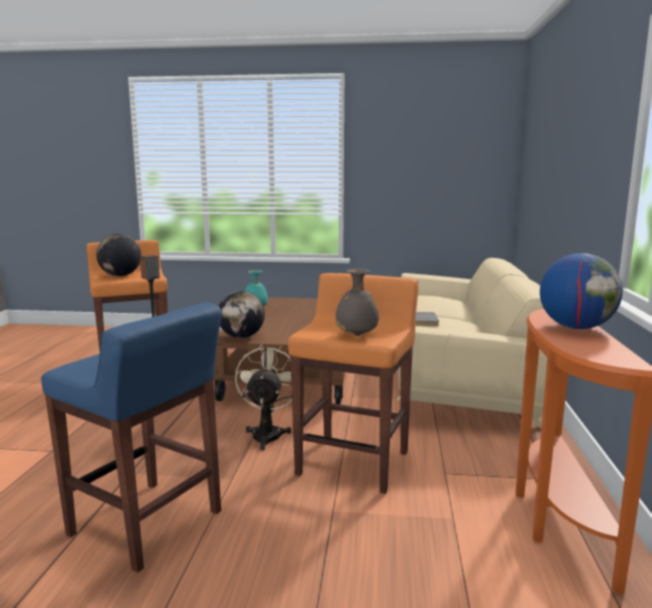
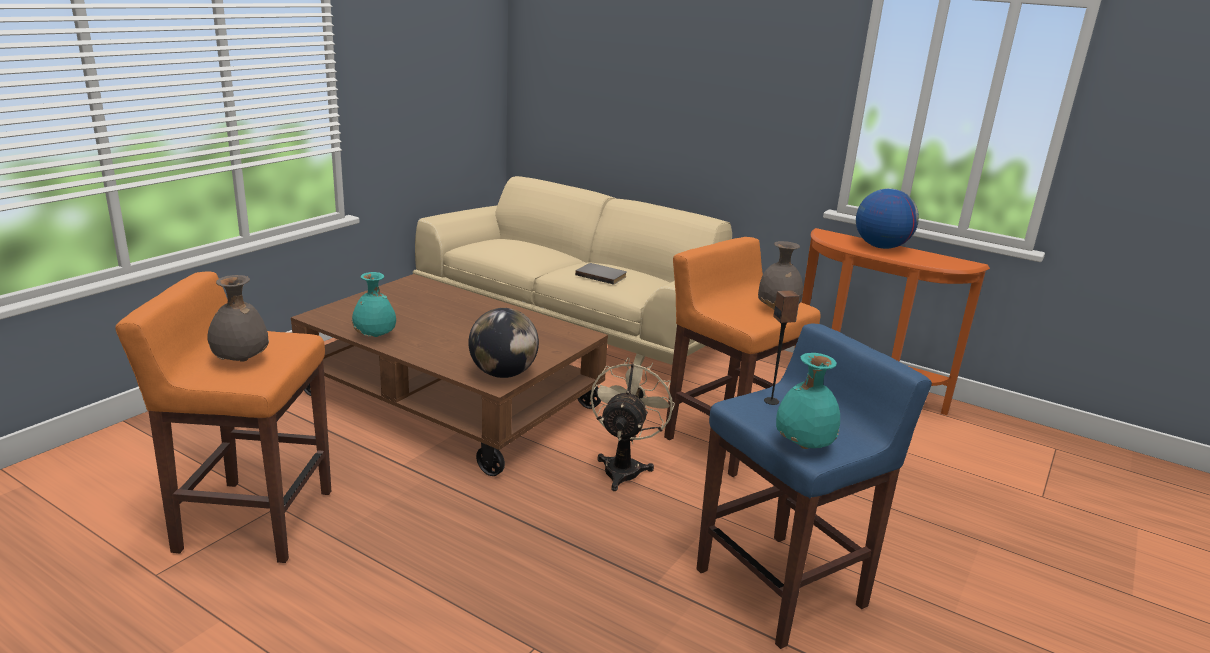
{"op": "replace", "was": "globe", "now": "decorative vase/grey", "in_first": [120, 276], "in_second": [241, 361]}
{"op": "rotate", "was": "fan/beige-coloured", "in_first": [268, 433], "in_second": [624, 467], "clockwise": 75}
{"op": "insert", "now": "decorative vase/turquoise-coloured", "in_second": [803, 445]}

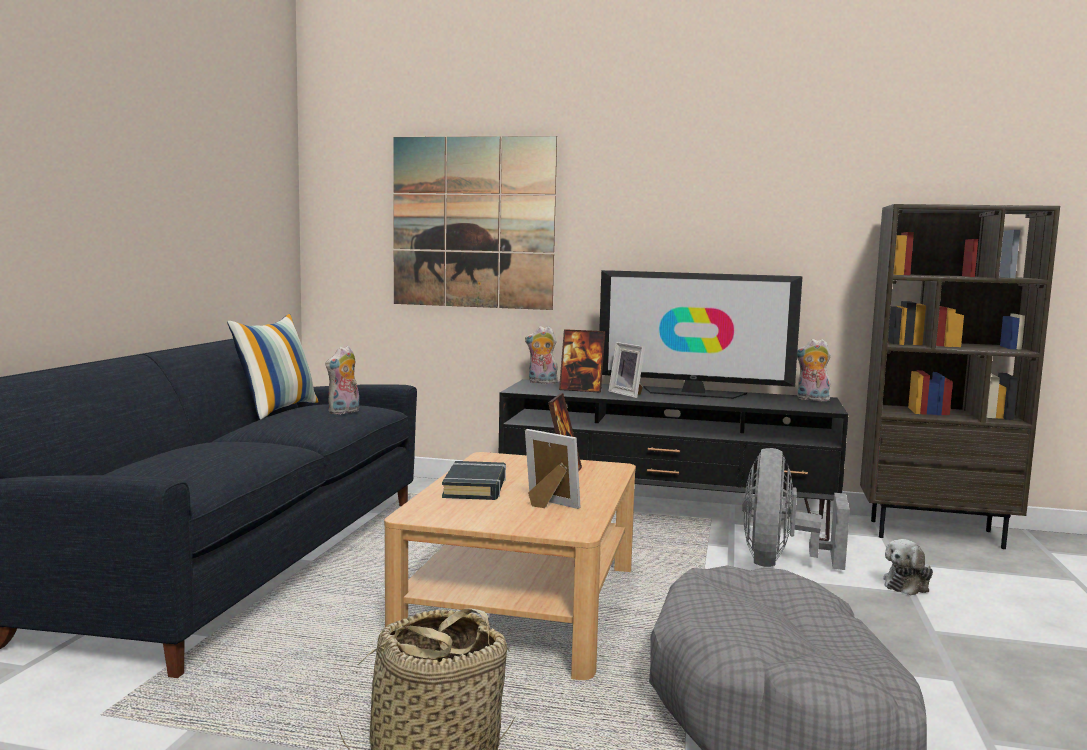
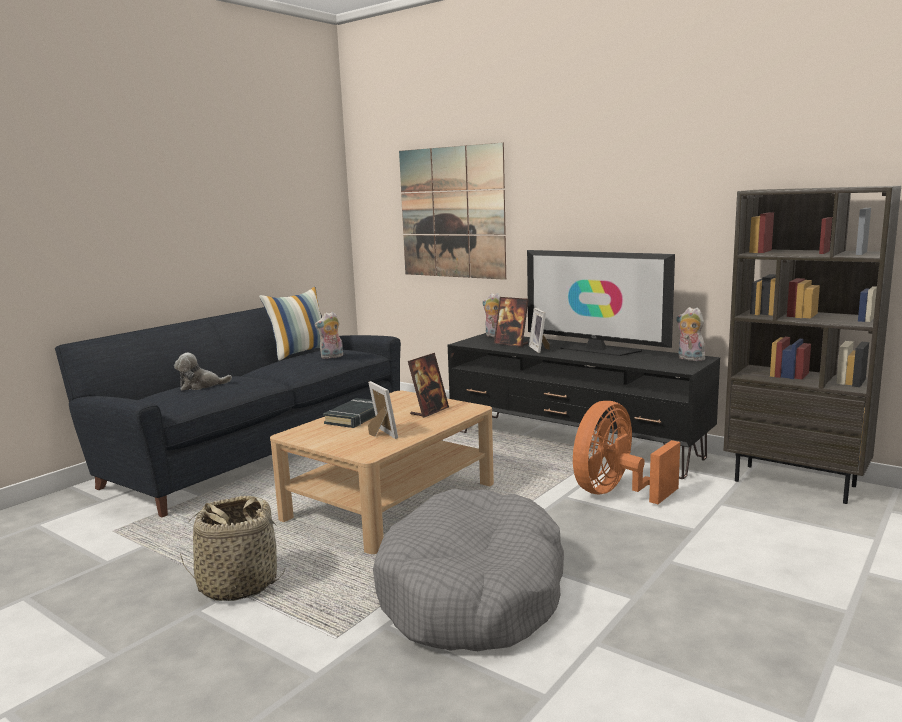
{"op": "recolor", "was": "fan/grey", "now": "fan/orange-coloured", "in_first": [780, 563], "in_second": [615, 493]}
{"op": "move", "was": "plush toy", "in_first": [908, 584], "in_second": [200, 386]}

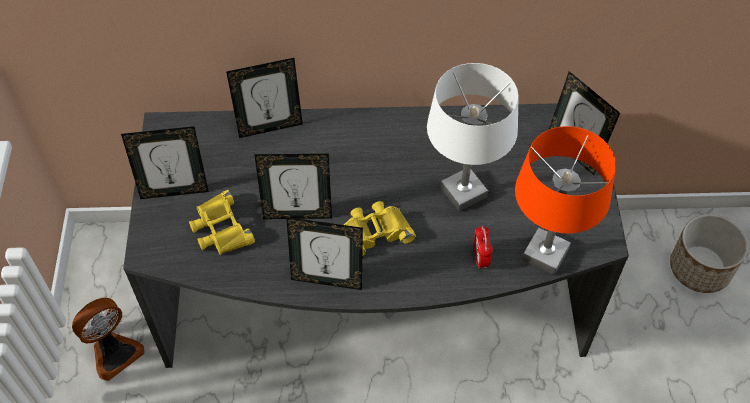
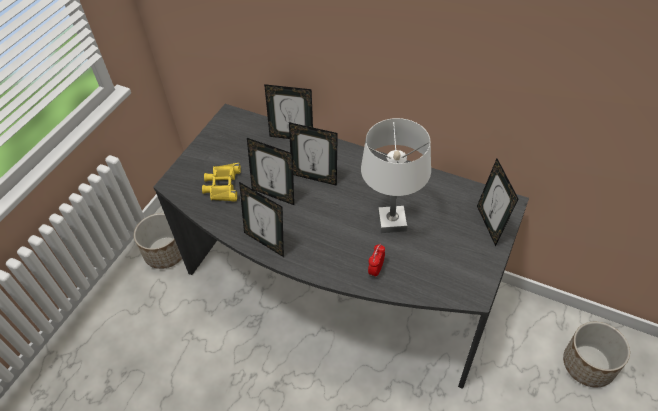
{"op": "move", "was": "picture frame", "in_first": [174, 190], "in_second": [315, 177]}
{"op": "delete", "was": "lamp for a table/orange-coloured", "in_first": [546, 254]}
{"op": "delete", "was": "binoculars/yellow-coloured", "in_first": [375, 232]}
{"op": "replace", "was": "fan", "now": "flower pot", "in_first": [114, 352], "in_second": [166, 252]}

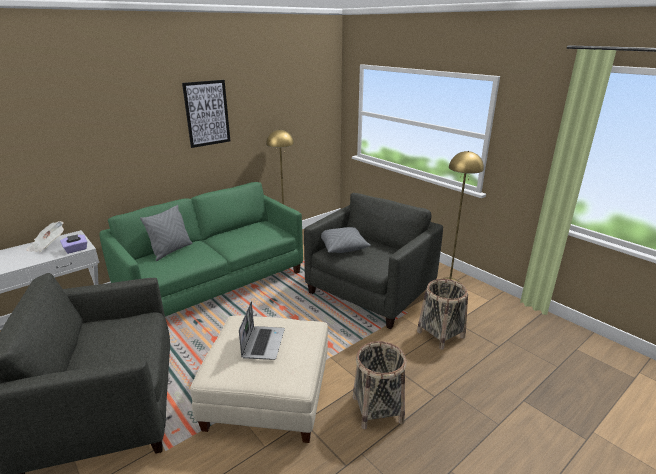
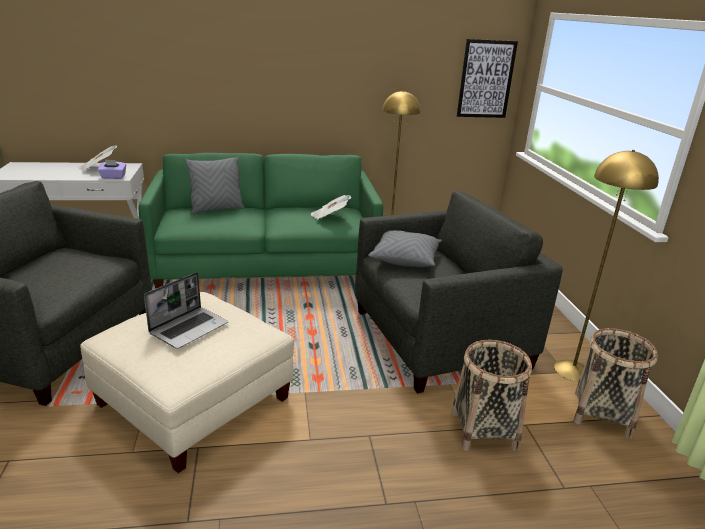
{"op": "move", "was": "wall picture", "in_first": [207, 113], "in_second": [486, 79]}
{"op": "move", "was": "storage basket", "in_first": [377, 409], "in_second": [601, 414]}
{"op": "insert", "now": "printed paper", "in_second": [329, 217]}

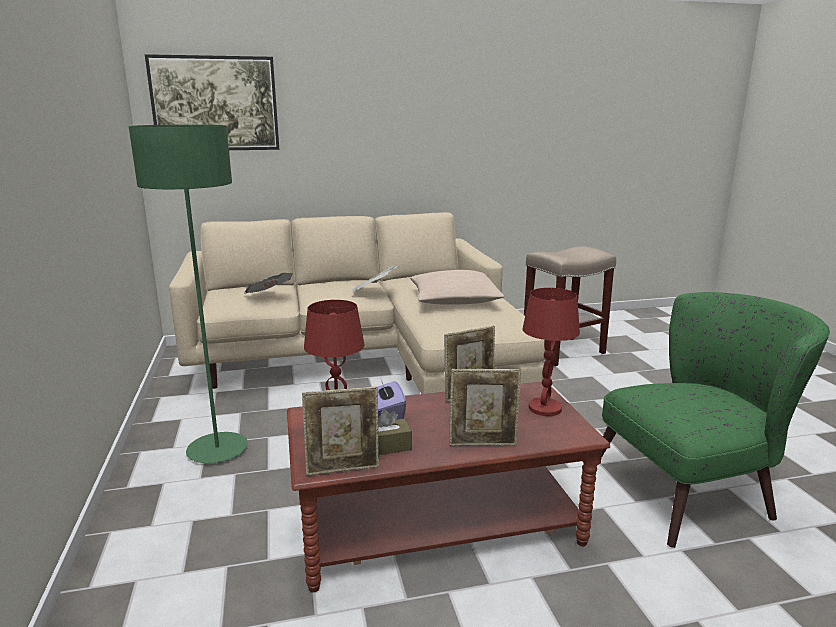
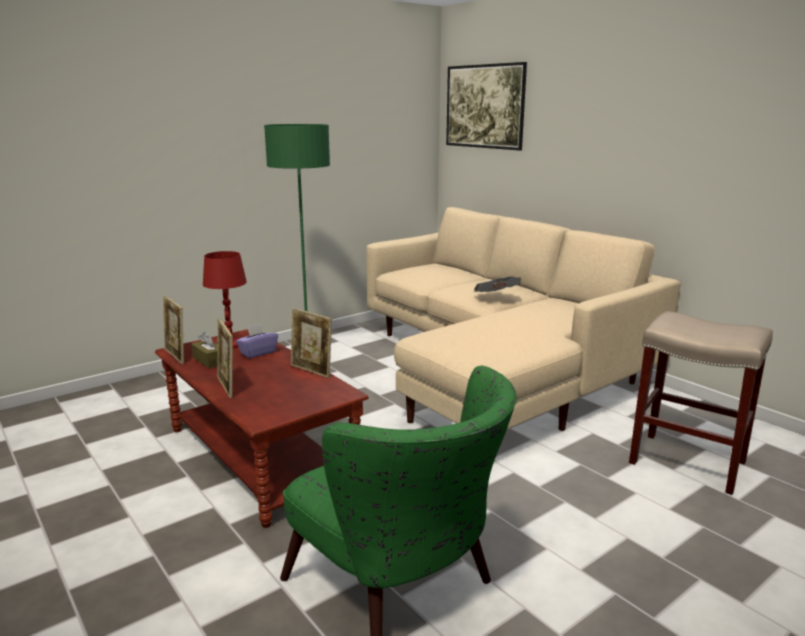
{"op": "delete", "was": "pillow/beige-coloured", "in_first": [454, 300]}
{"op": "delete", "was": "printed paper", "in_first": [269, 296]}
{"op": "delete", "was": "lamp for a table/red-coloured", "in_first": [545, 408]}

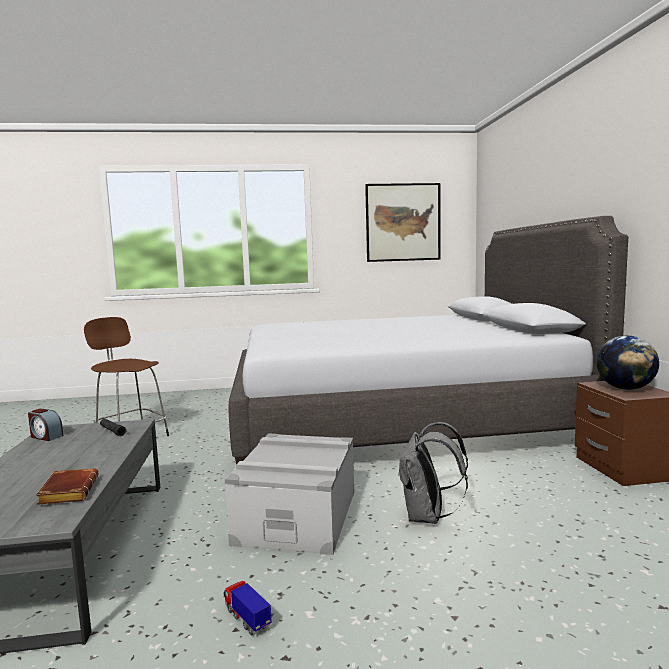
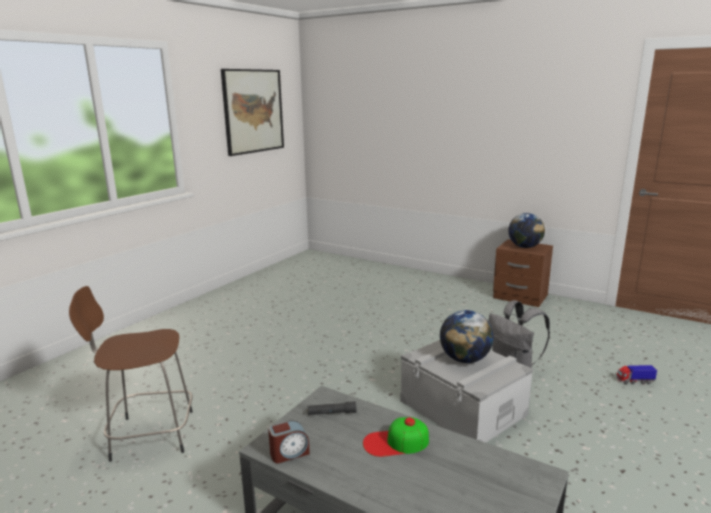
{"op": "delete", "was": "bed/grey", "in_first": [399, 421]}
{"op": "delete", "was": "volume/brownish", "in_first": [67, 491]}
{"op": "move", "was": "toy truck", "in_first": [247, 618], "in_second": [634, 381]}
{"op": "insert", "now": "globe", "in_second": [465, 359]}
{"op": "insert", "now": "baseball cap", "in_second": [395, 442]}

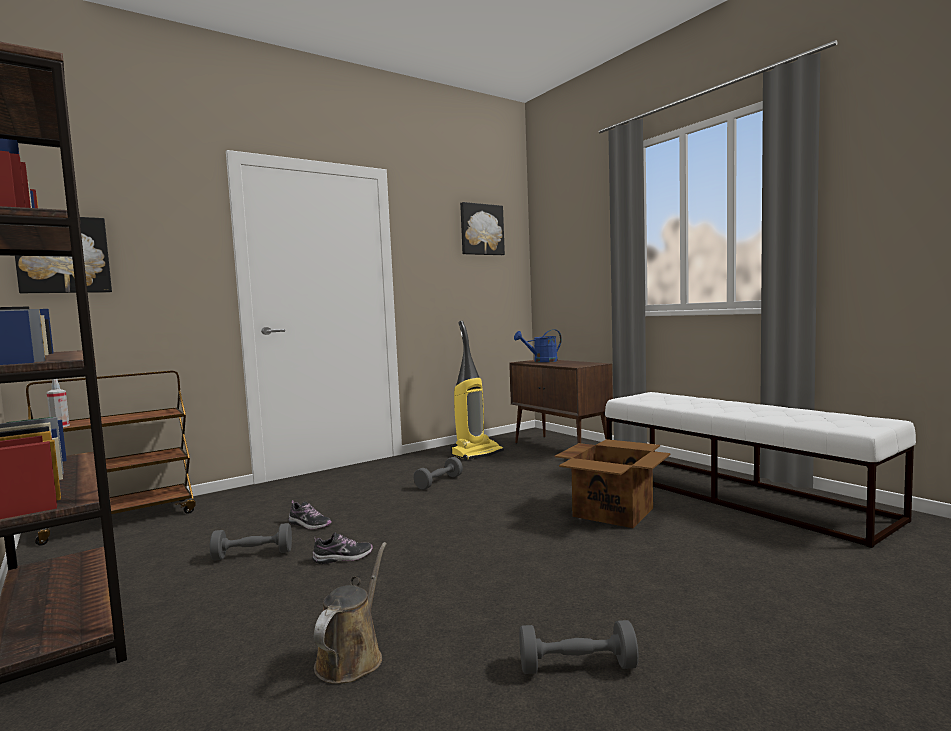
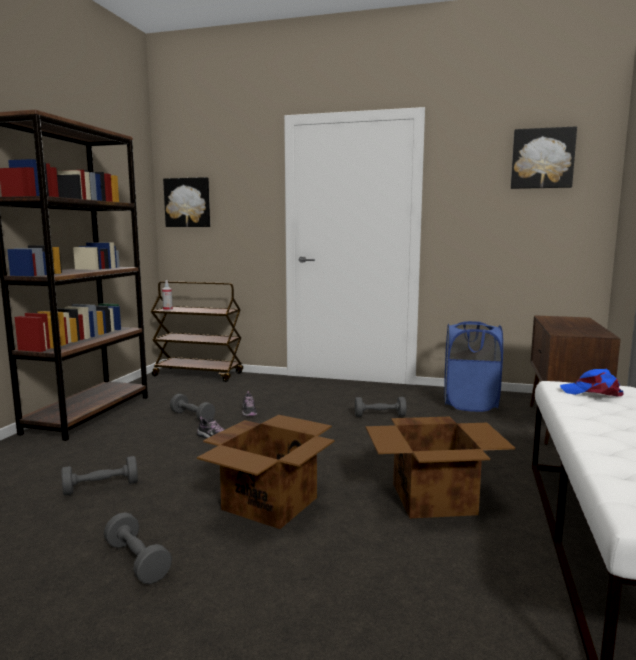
{"op": "replace", "was": "vacuum", "now": "washing basket/blue-coloured", "in_first": [477, 453], "in_second": [470, 404]}
{"op": "delete", "was": "sprinkling can/blue-coloured", "in_first": [541, 361]}
{"op": "replace", "was": "sprinkling can/brownish", "now": "dumbbell/grey", "in_first": [352, 657], "in_second": [101, 487]}
{"op": "insert", "now": "baseball cap/blue-coloured", "in_second": [592, 392]}
{"op": "insert", "now": "cardboard box", "in_second": [271, 503]}

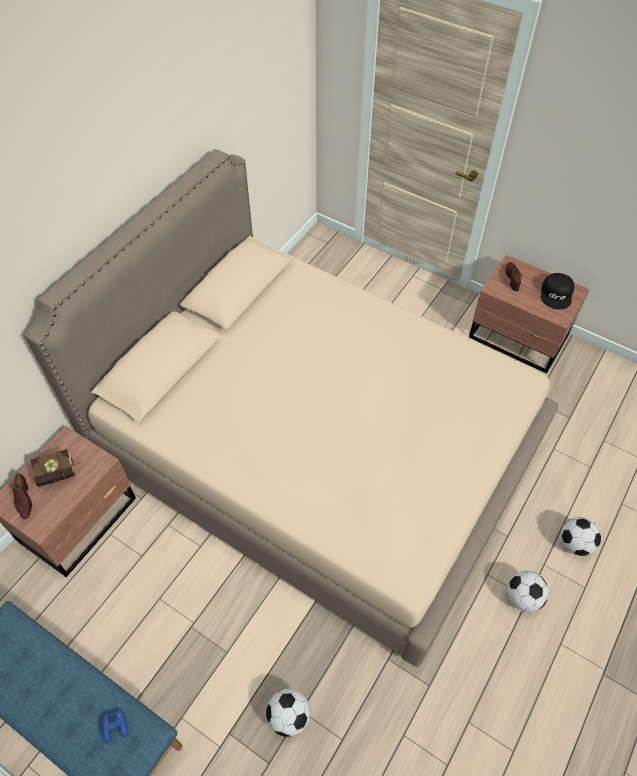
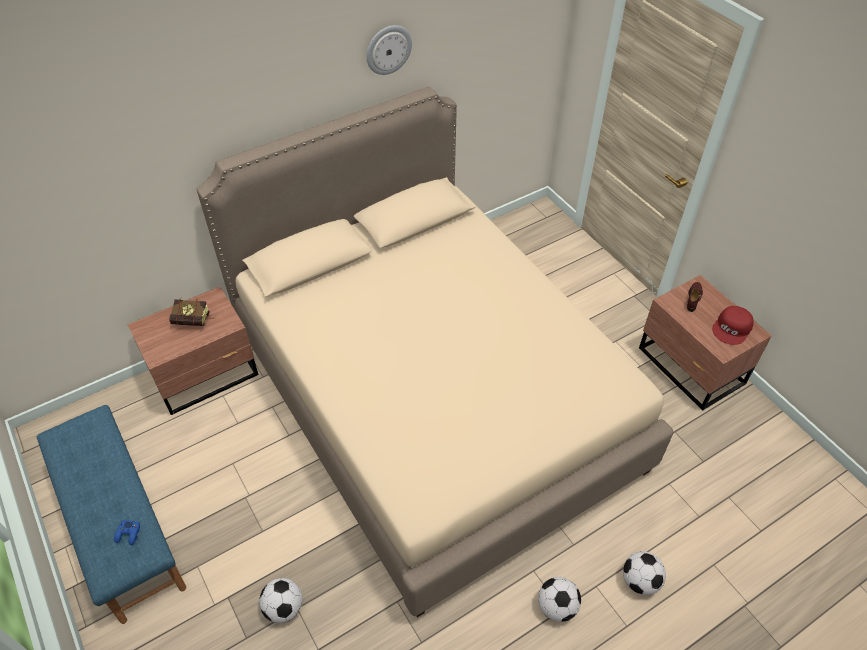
{"op": "recolor", "was": "baseball cap/black", "now": "baseball cap/red-coloured", "in_first": [557, 294], "in_second": [732, 328]}
{"op": "delete", "was": "item of footwear/brownish", "in_first": [23, 499]}
{"op": "insert", "now": "wall clock", "in_second": [388, 49]}

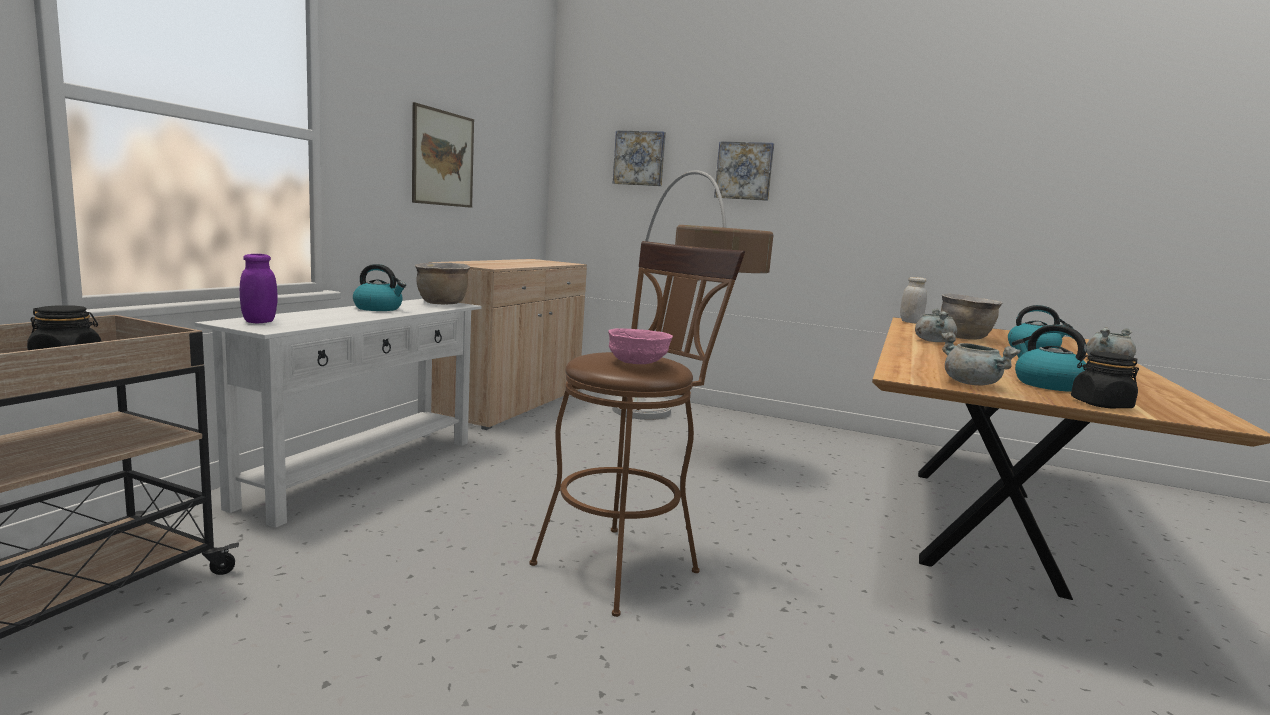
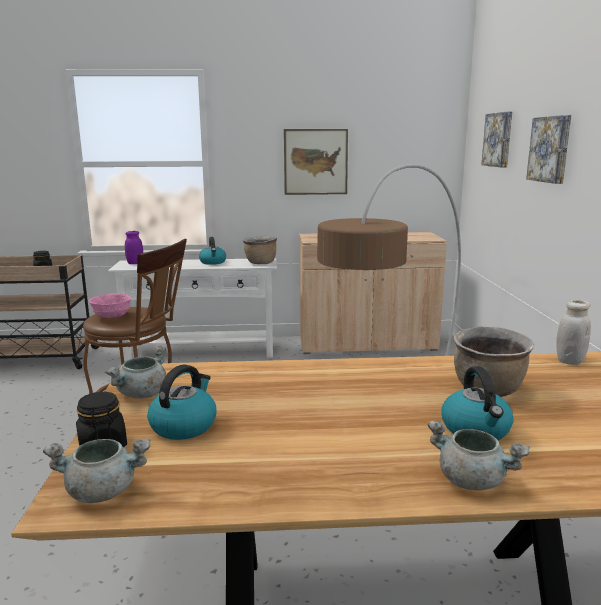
{"op": "move", "was": "stockpot/grey", "in_first": [933, 341], "in_second": [103, 491]}

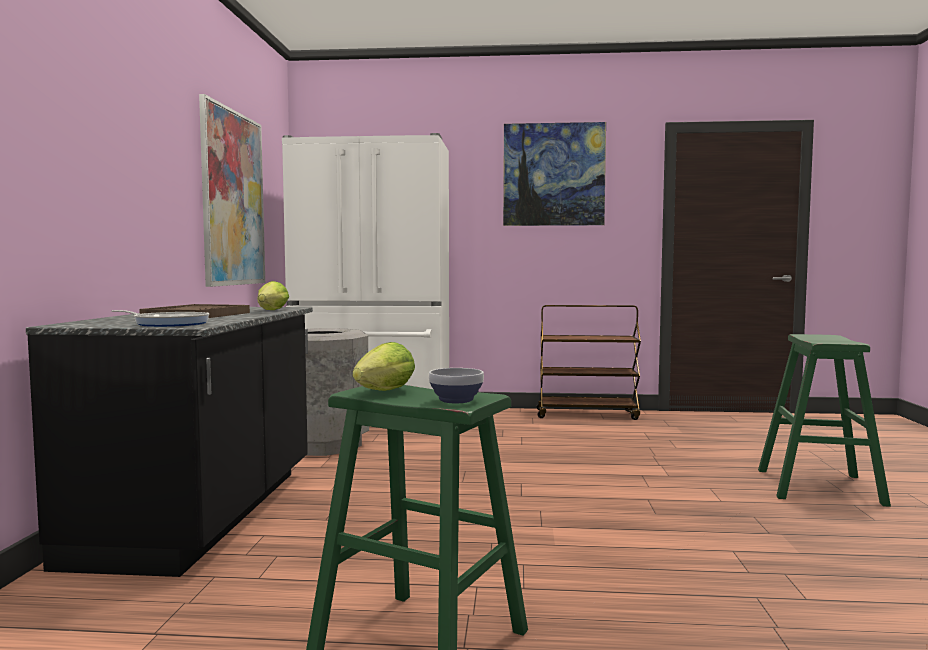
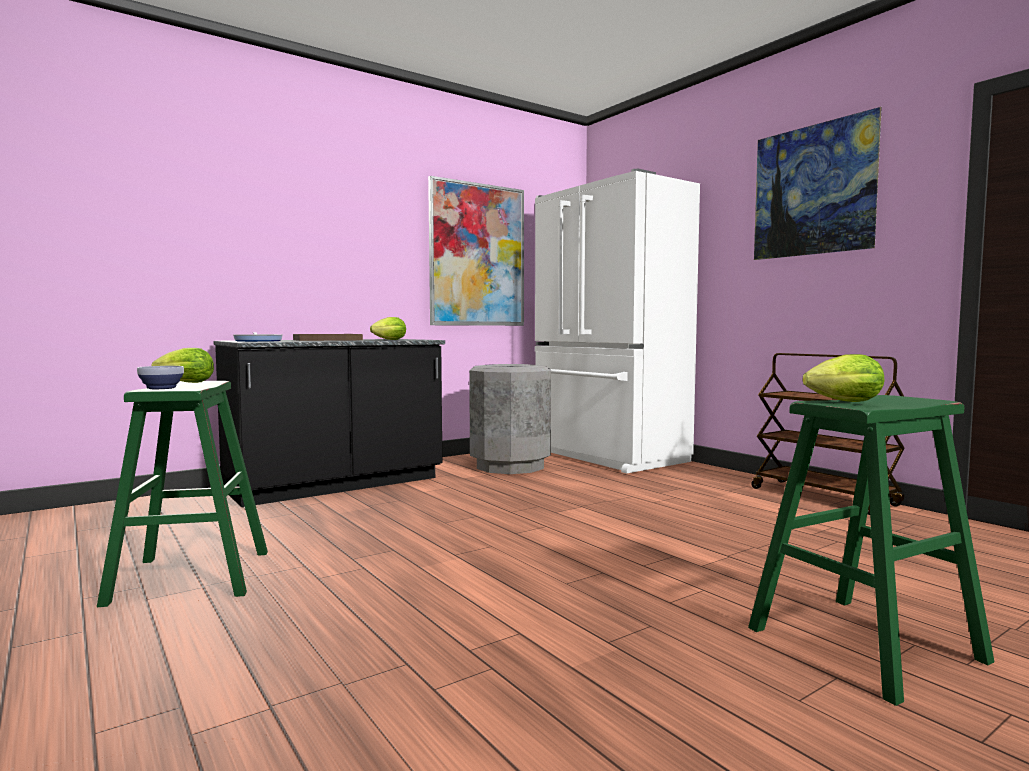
{"op": "insert", "now": "lettuce", "in_second": [840, 402]}

